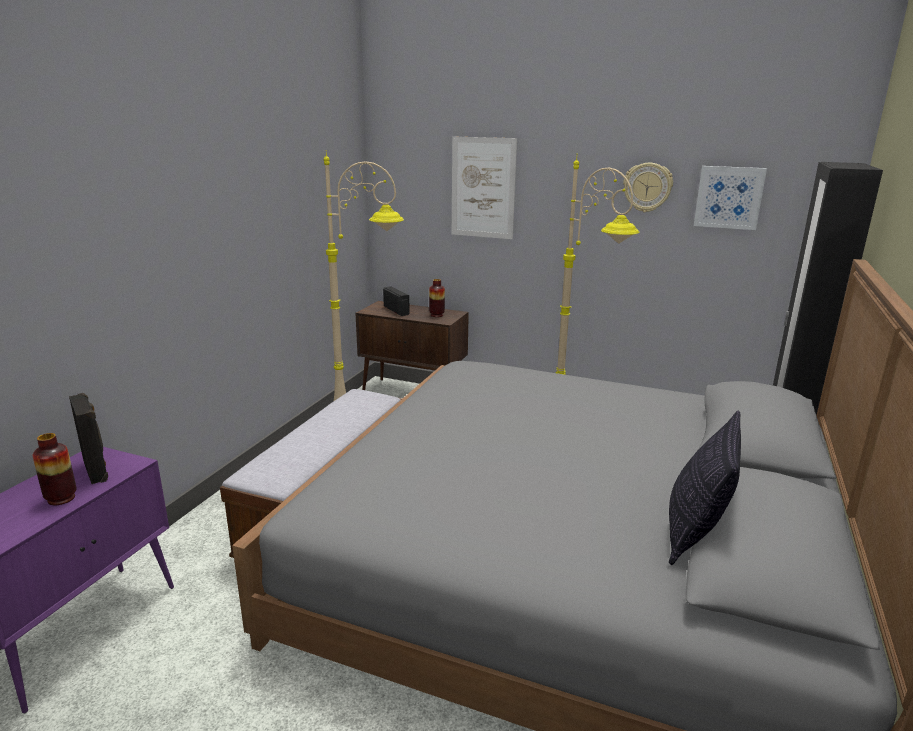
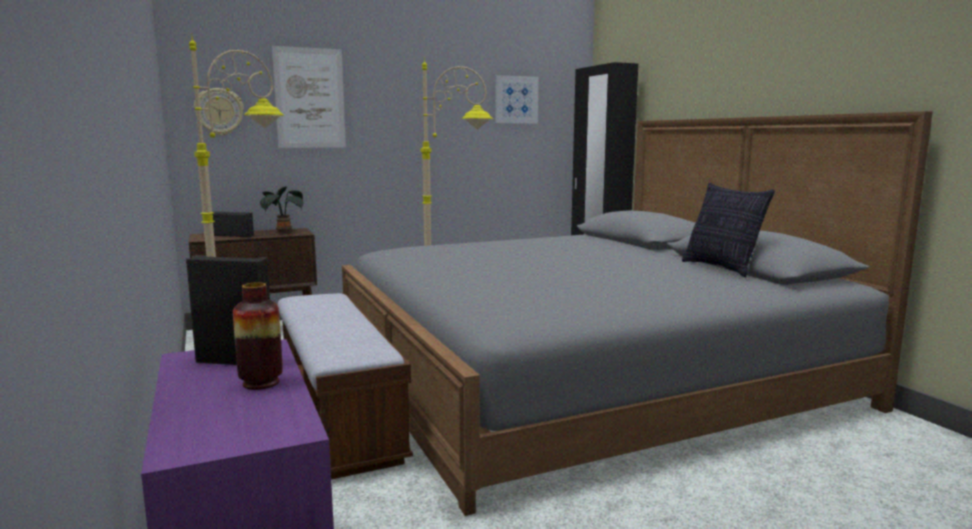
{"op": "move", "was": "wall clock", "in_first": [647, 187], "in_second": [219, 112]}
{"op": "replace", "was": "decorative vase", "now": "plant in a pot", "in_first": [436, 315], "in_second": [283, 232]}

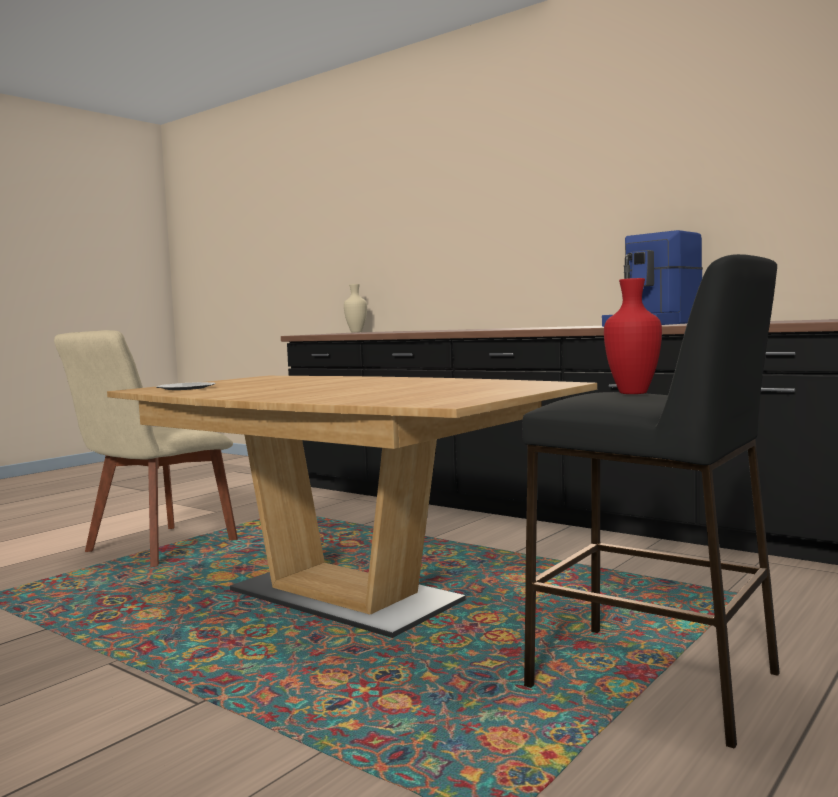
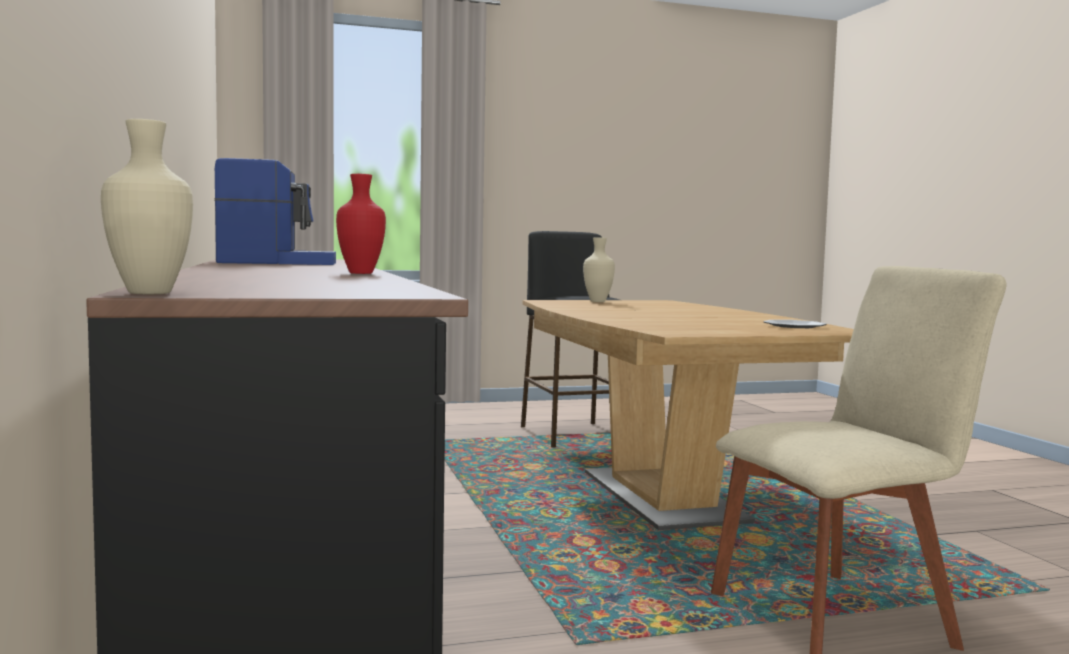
{"op": "move", "was": "decorative vase/red-coloured", "in_first": [632, 393], "in_second": [362, 273]}
{"op": "insert", "now": "decorative vase/beige-coloured", "in_second": [598, 301]}

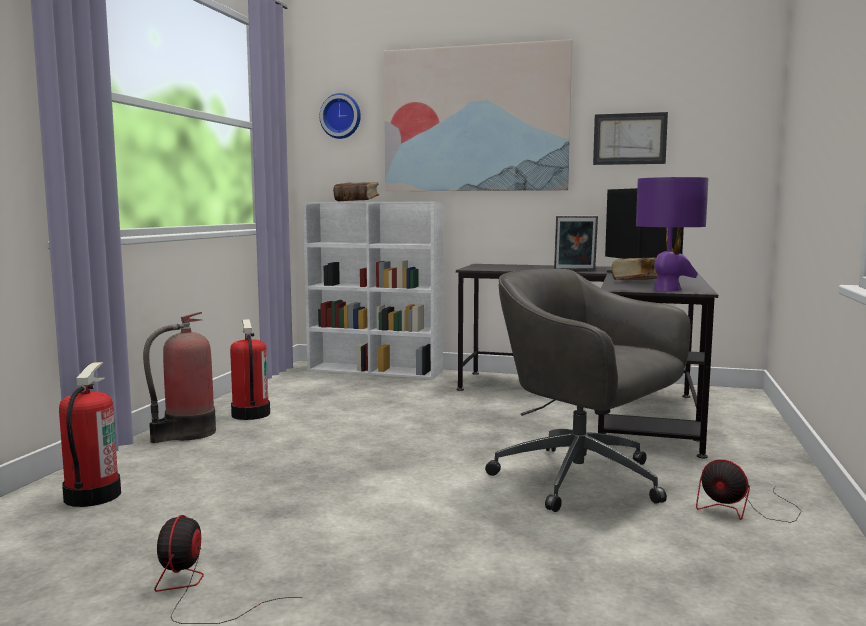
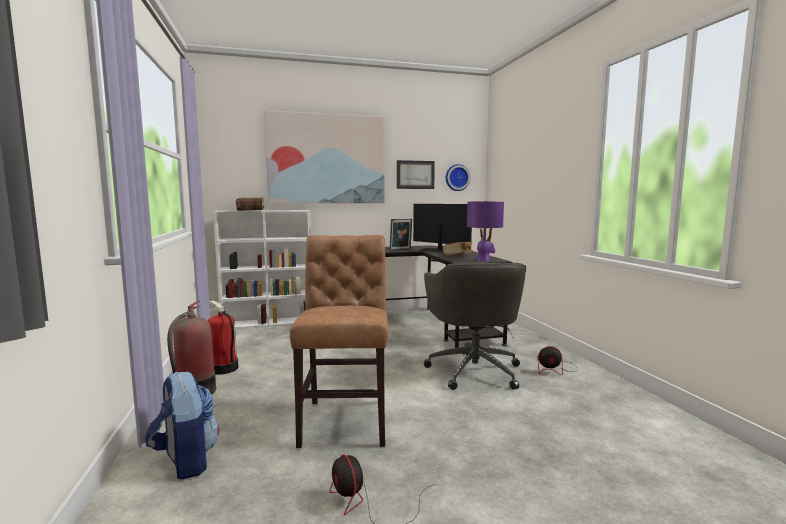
{"op": "move", "was": "wall clock", "in_first": [341, 116], "in_second": [456, 177]}
{"op": "rotate", "was": "office chair/grey", "in_first": [583, 480], "in_second": [474, 370], "clockwise": -105}
{"op": "replace", "was": "fire extinguisher", "now": "knapsack", "in_first": [91, 496], "in_second": [185, 461]}
{"op": "insert", "now": "plain chair/brownish", "in_second": [345, 419]}

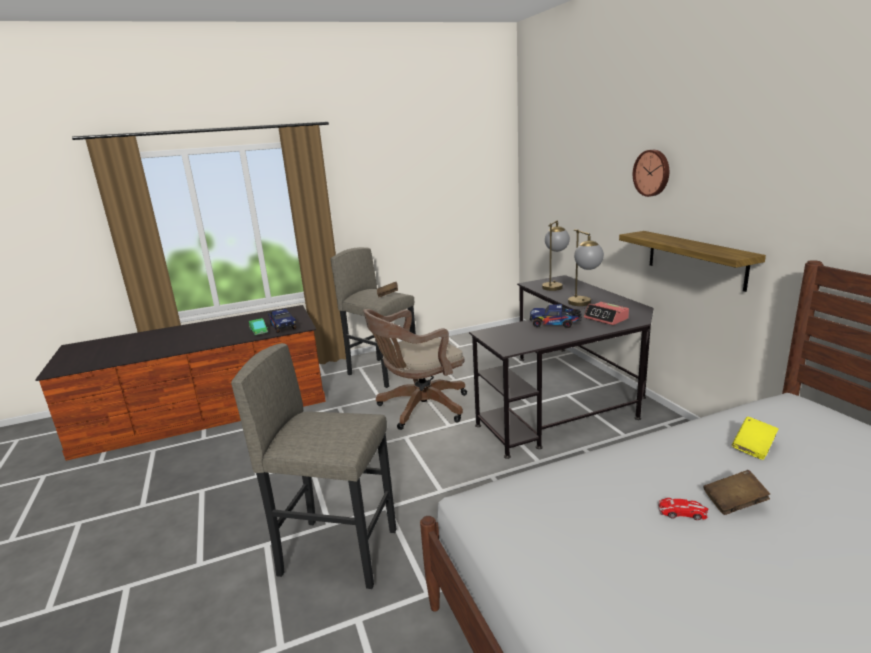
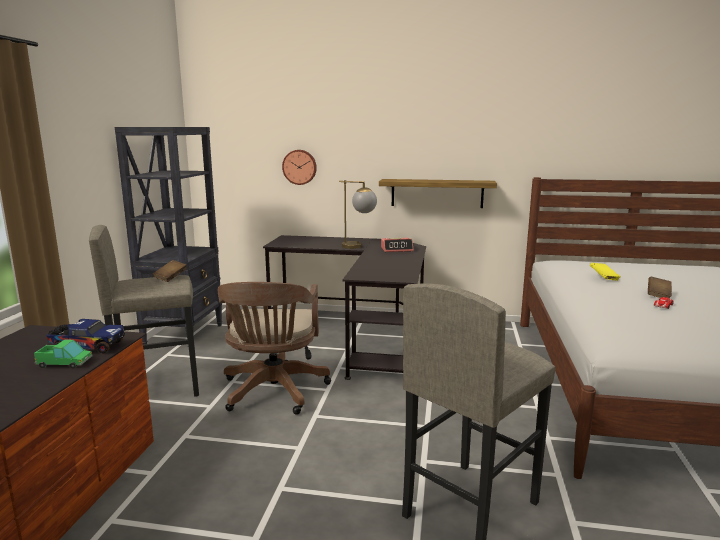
{"op": "move", "was": "wall clock", "in_first": [652, 173], "in_second": [300, 167]}
{"op": "delete", "was": "lamp for a table", "in_first": [554, 285]}
{"op": "delete", "was": "toy truck", "in_first": [555, 324]}
{"op": "insert", "now": "bookcase/black", "in_second": [184, 335]}

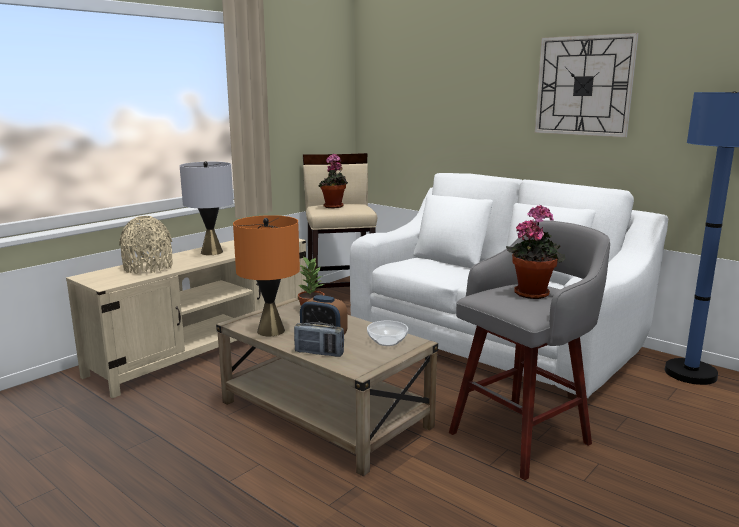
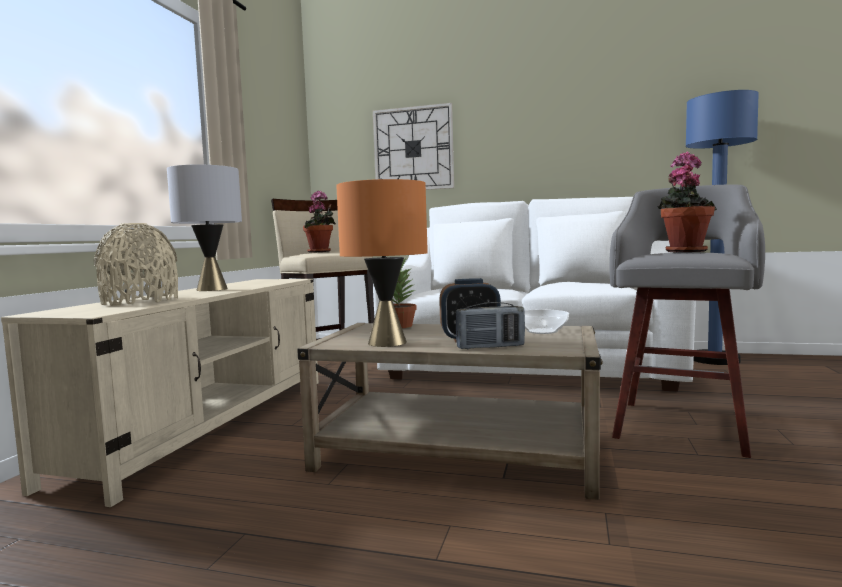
{"op": "move", "was": "wall clock", "in_first": [584, 86], "in_second": [413, 149]}

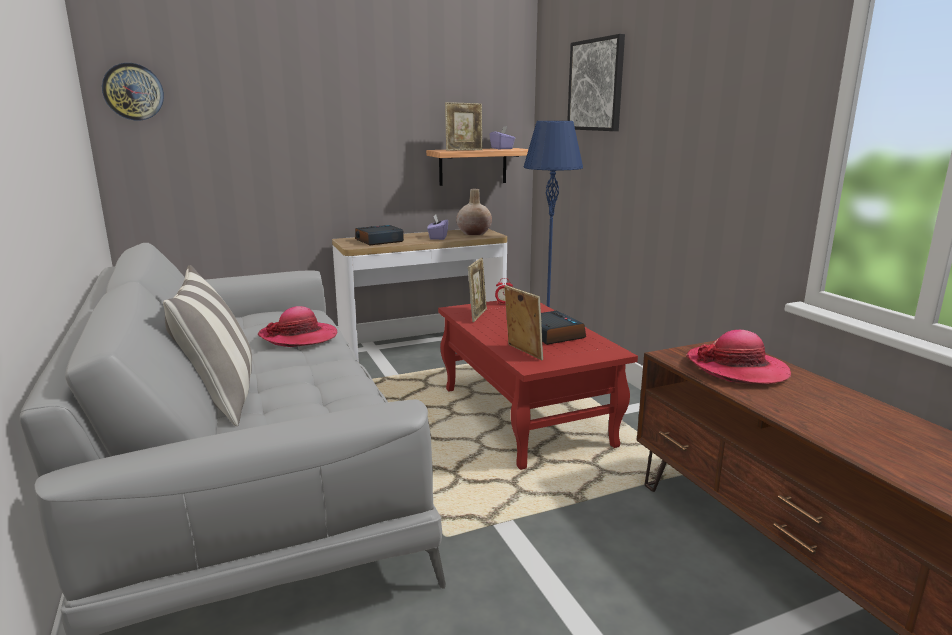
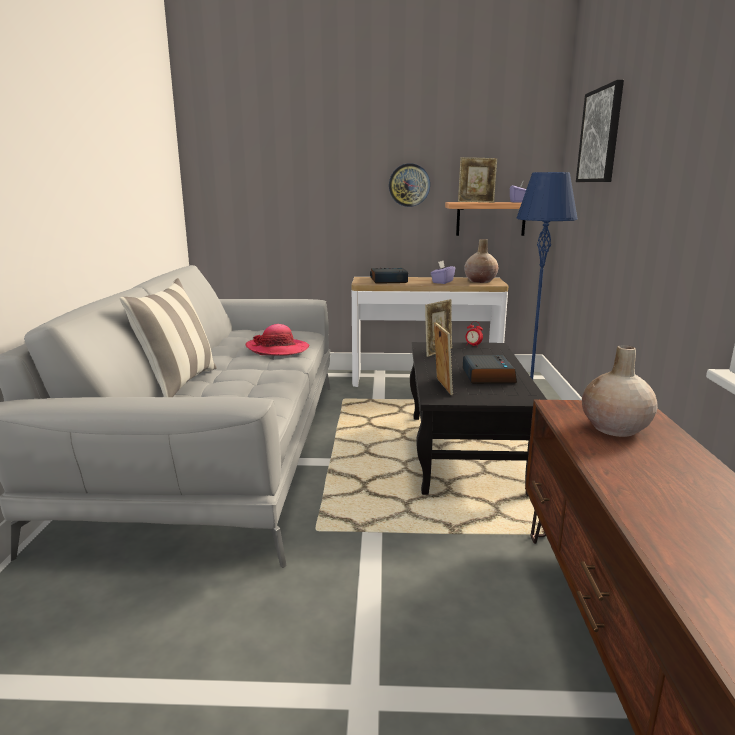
{"op": "move", "was": "wall clock", "in_first": [133, 92], "in_second": [409, 185]}
{"op": "recolor", "was": "lounge table/red-coloured", "now": "lounge table/black", "in_first": [523, 415], "in_second": [464, 451]}
{"op": "replace", "was": "hat", "now": "decorative vase/beige-coloured", "in_first": [737, 368], "in_second": [615, 428]}

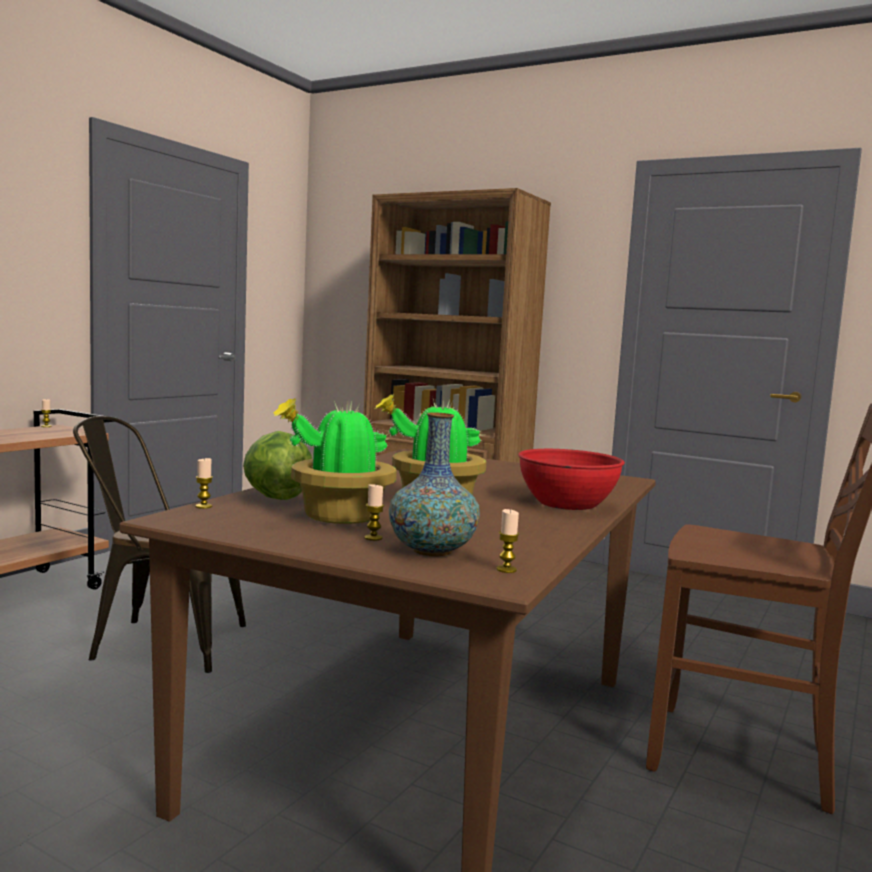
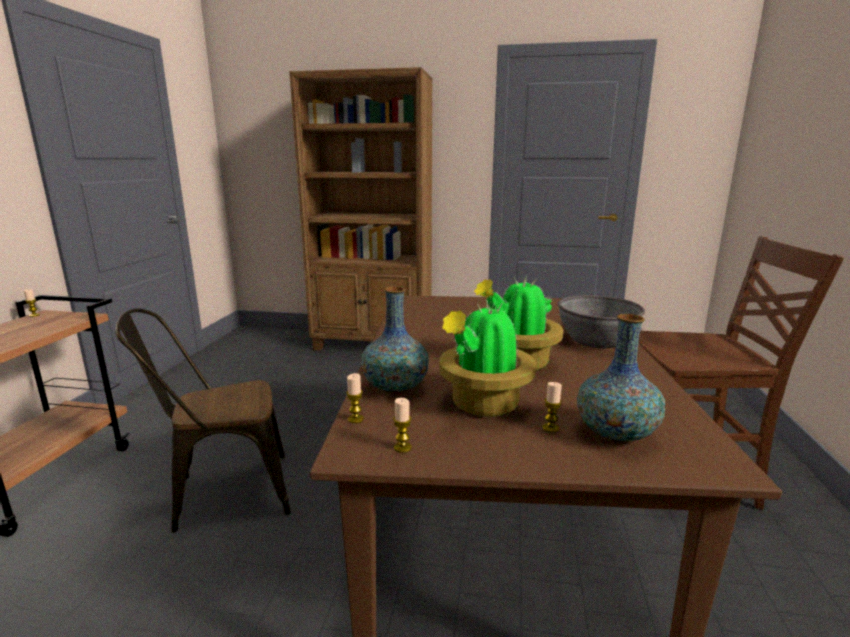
{"op": "replace", "was": "lettuce", "now": "decorative vase", "in_first": [275, 497], "in_second": [395, 387]}
{"op": "recolor", "was": "deep dish/red-coloured", "now": "deep dish/grey", "in_first": [567, 503], "in_second": [596, 341]}
{"op": "move", "was": "wax light", "in_first": [506, 569], "in_second": [402, 447]}

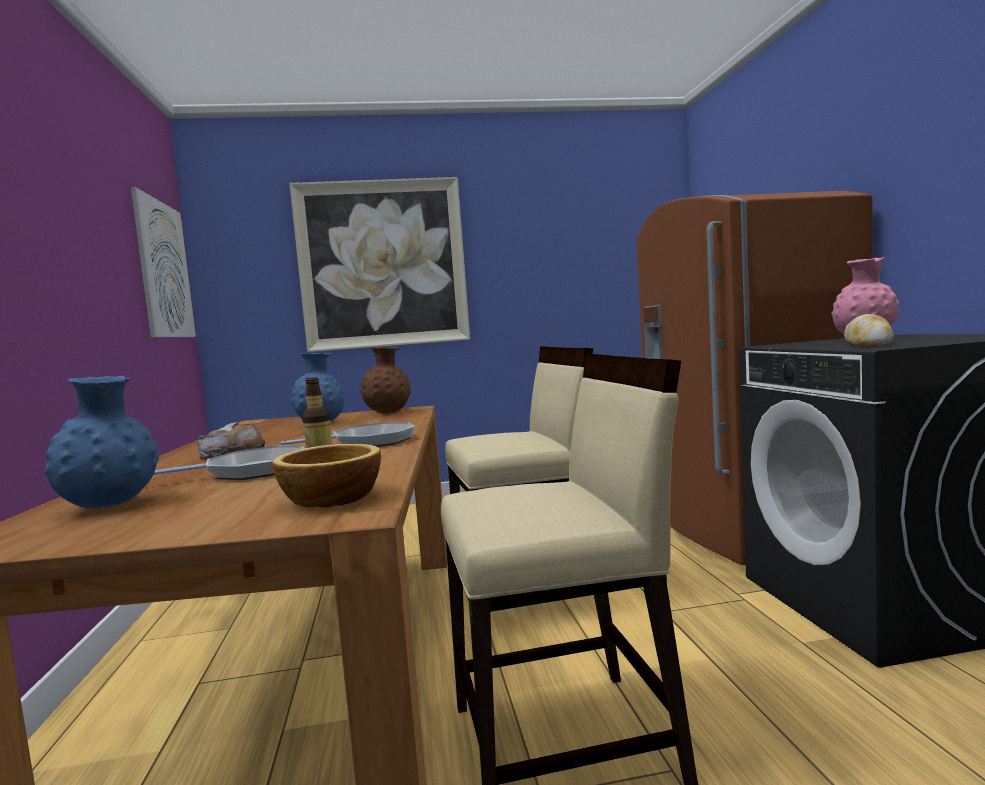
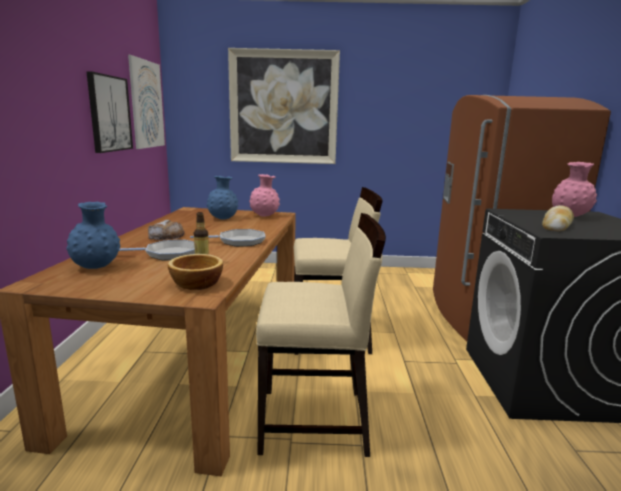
{"op": "recolor", "was": "decorative vase/brownish", "now": "decorative vase/pink-coloured", "in_first": [388, 413], "in_second": [264, 216]}
{"op": "insert", "now": "wall picture", "in_second": [109, 113]}

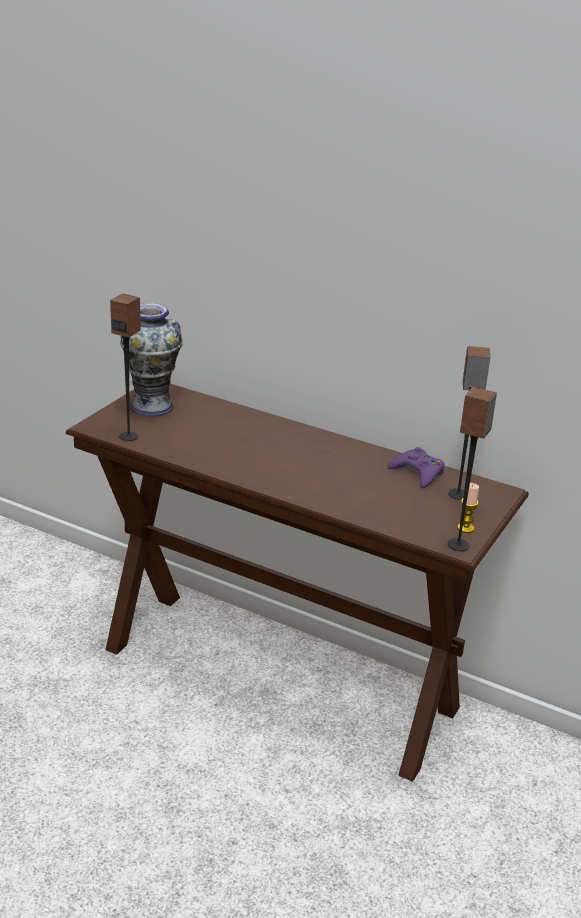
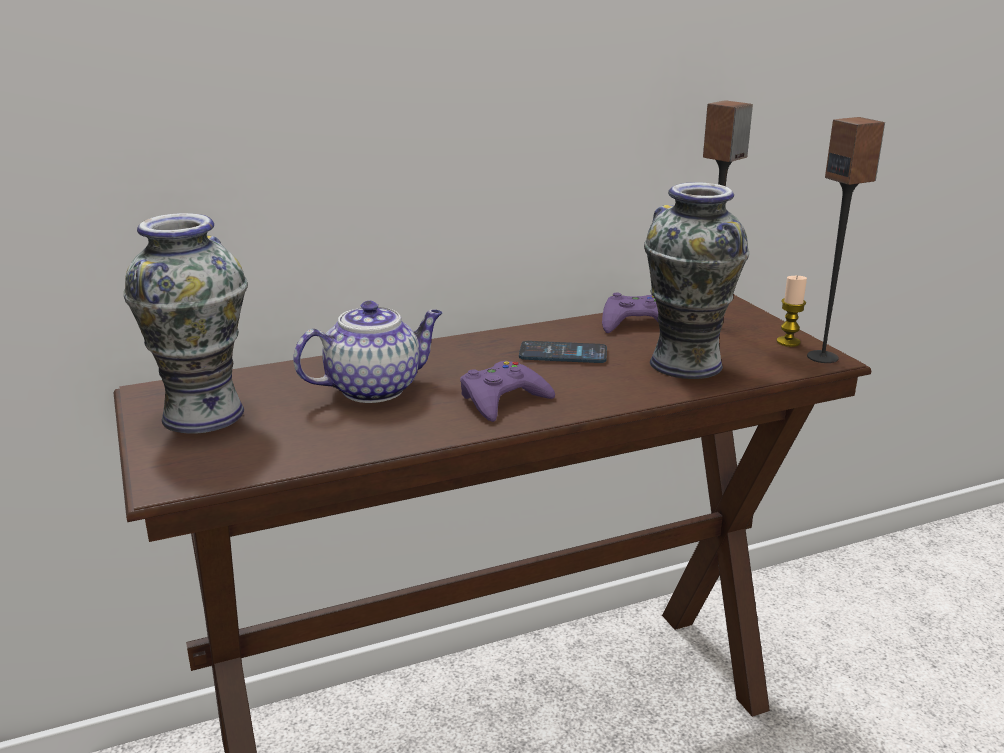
{"op": "delete", "was": "loudspeaker", "in_first": [129, 436]}
{"op": "insert", "now": "decorative vase", "in_second": [685, 364]}
{"op": "insert", "now": "teapot", "in_second": [375, 388]}
{"op": "insert", "now": "telephone", "in_second": [563, 354]}
{"op": "insert", "now": "gamepad/purple-coloured", "in_second": [503, 399]}

